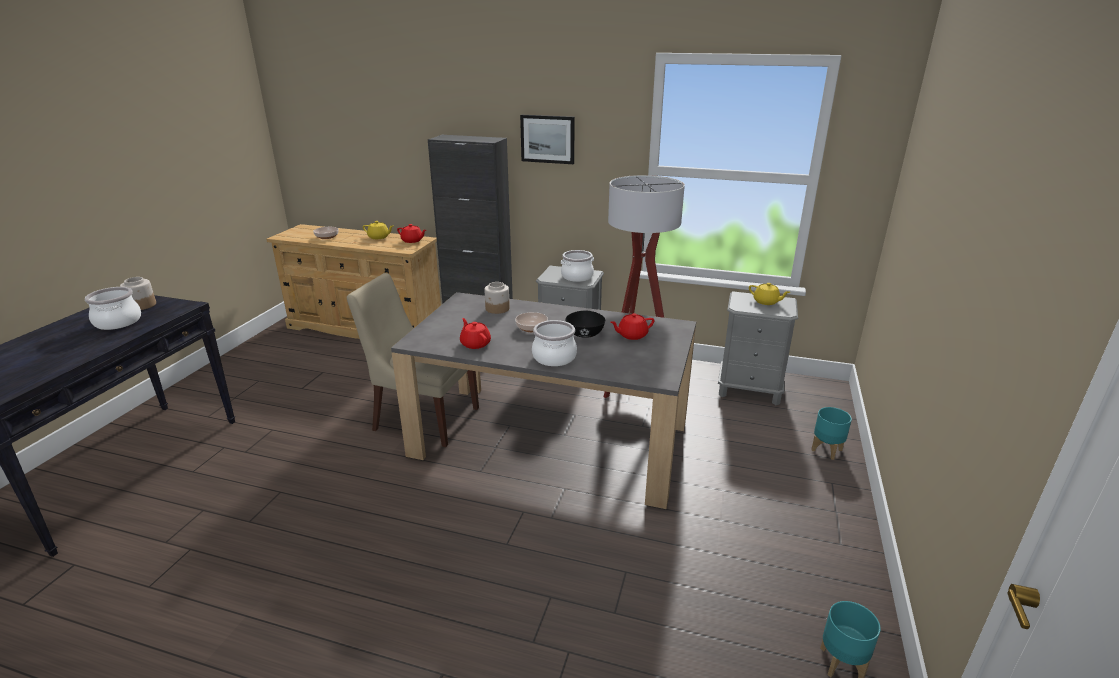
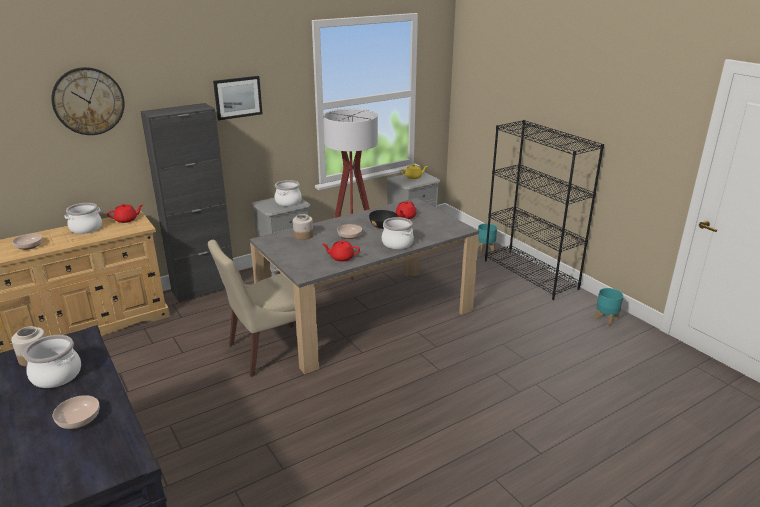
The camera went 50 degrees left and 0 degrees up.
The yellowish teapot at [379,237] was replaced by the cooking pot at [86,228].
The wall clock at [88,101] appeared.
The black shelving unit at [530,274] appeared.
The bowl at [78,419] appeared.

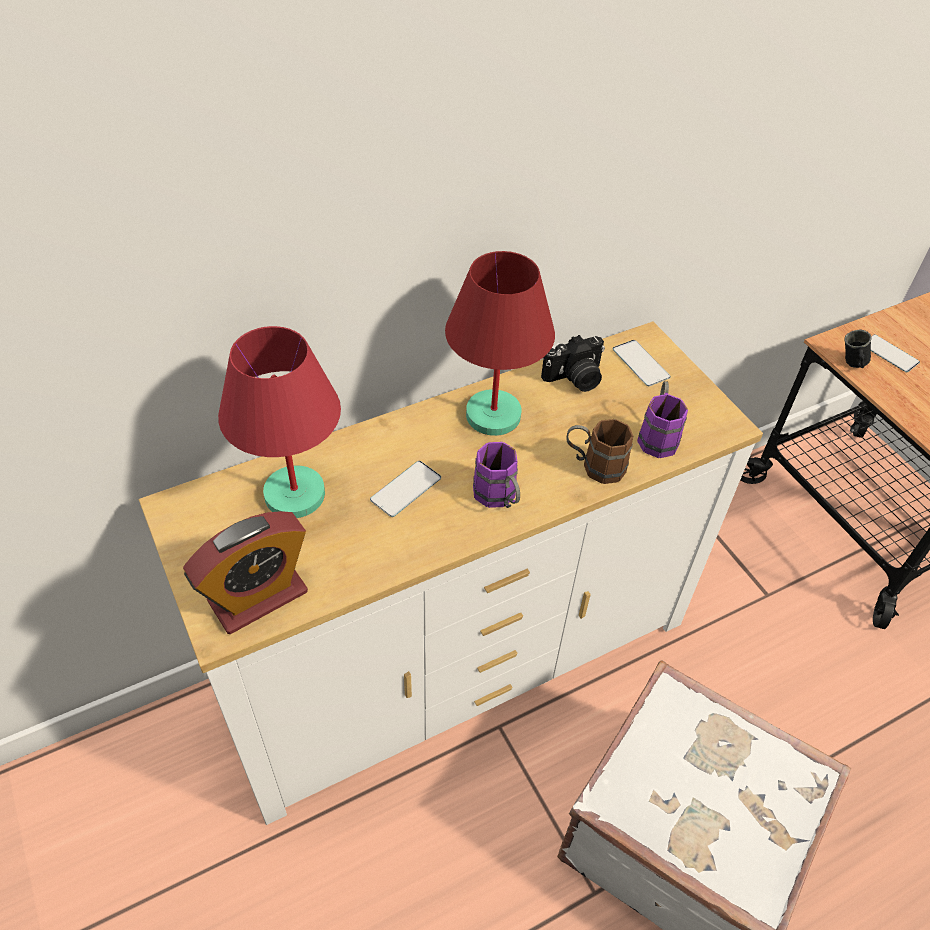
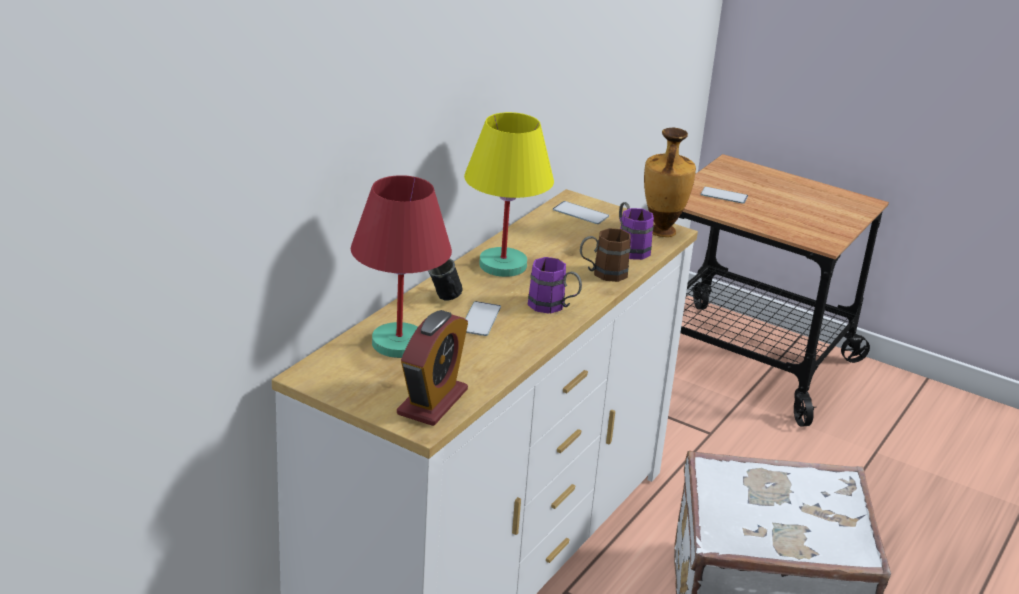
The camera went 30 degrees left and 20 degrees down.
The red lamp for a table at [494,416] became the yellowish lamp for a table at [504,265].
The black coffee mug moved from [852,365] to [446,299].
The still camera at [575,379] disappeared.
The vase at [661,232] appeared.

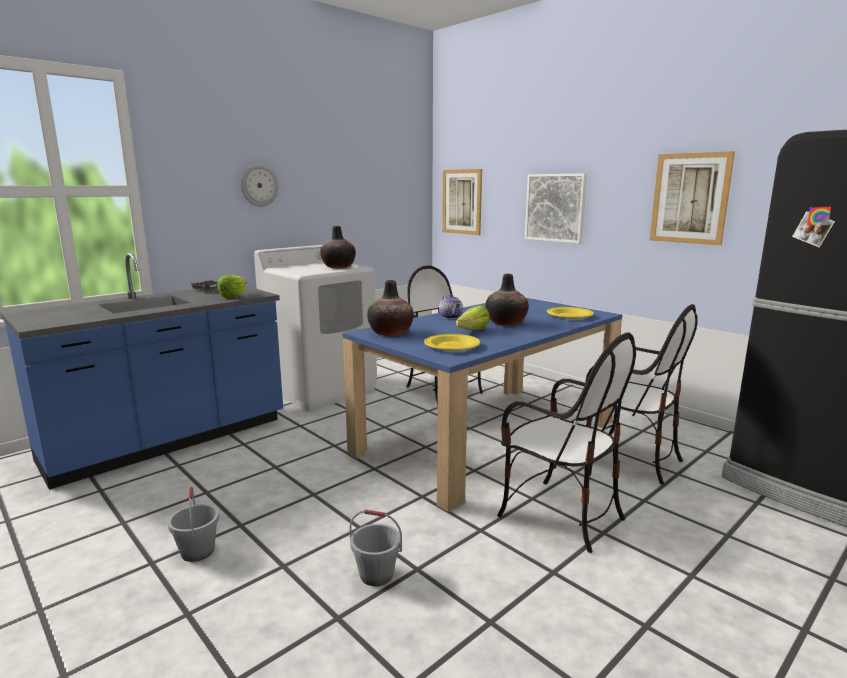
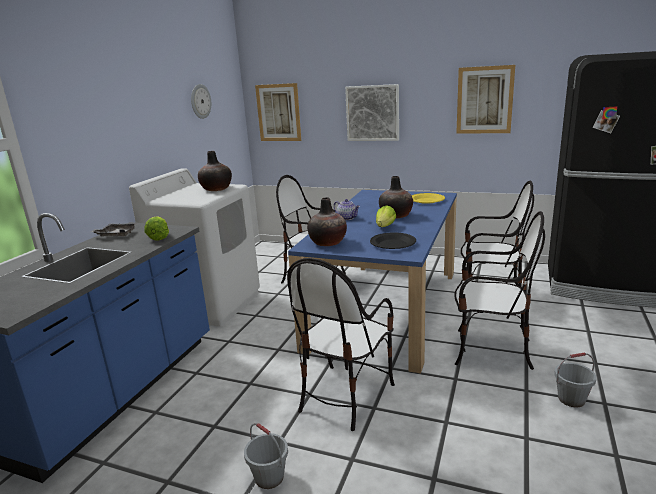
The camera went 25 degrees left and 5 degrees up.
The wall clock moved from [259,185] to [200,101].
The yellowish flat dish at [452,346] became the black flat dish at [393,244].
The gray bucket moved from [376,575] to [571,399].
The plain chair at [345,395] appeared.

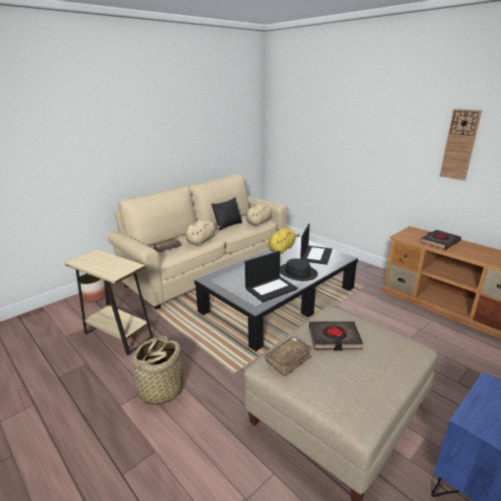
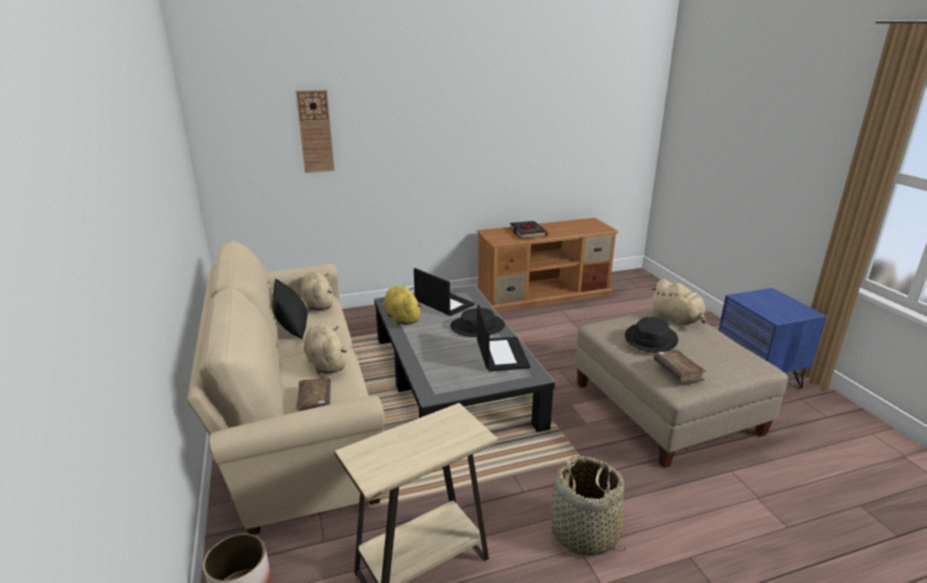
The camera went 65 degrees left and 0 degrees up.
The wall clock moved from [459,145] to [315,131].
The black book at [334,338] was replaced by the black hat at [651,339].
The sand-coloured cuddly toy at [677,318] appeared.

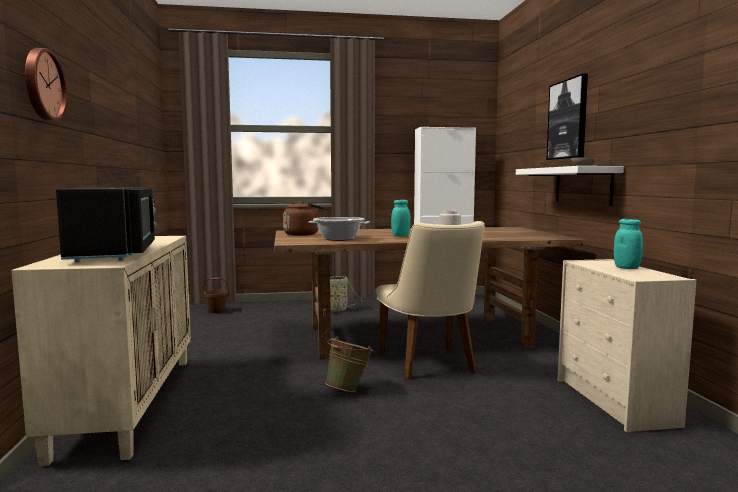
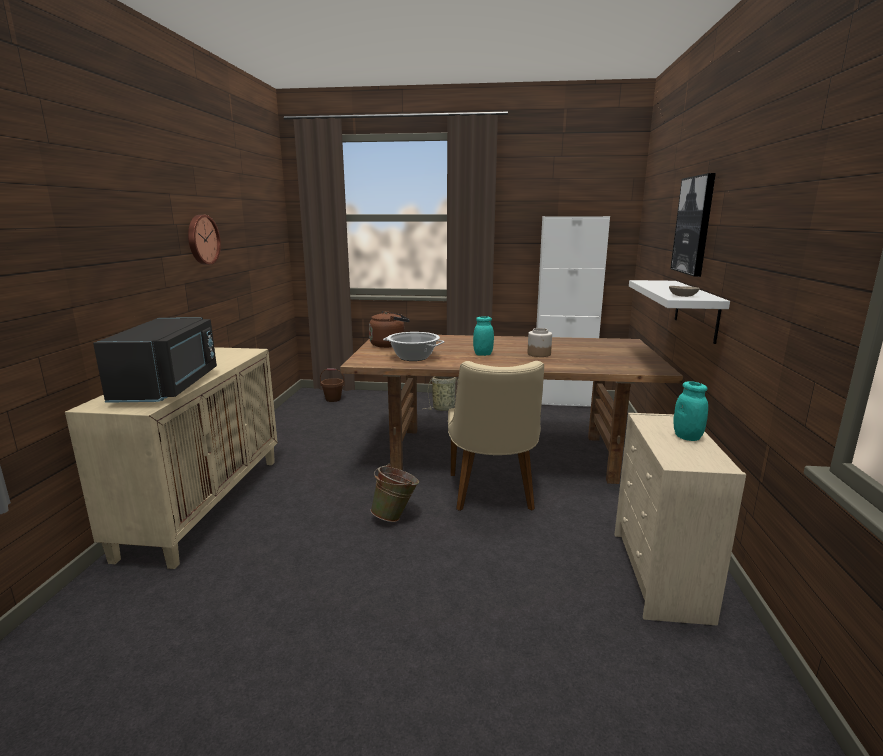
The camera went 15 degrees right and 10 degrees up.
The wall clock moved from [42,85] to [202,239].

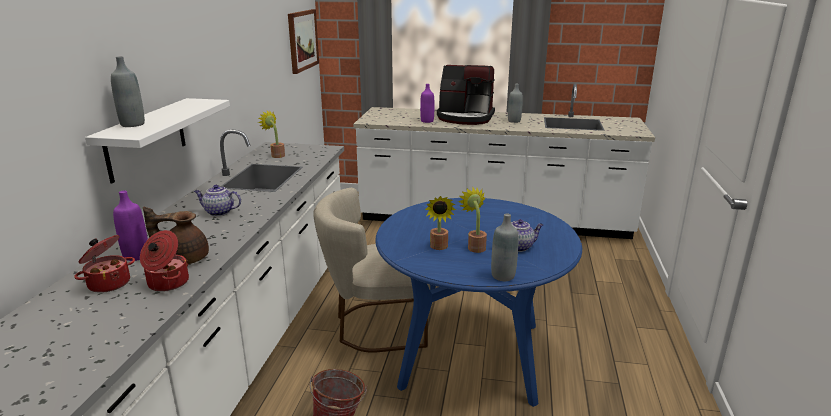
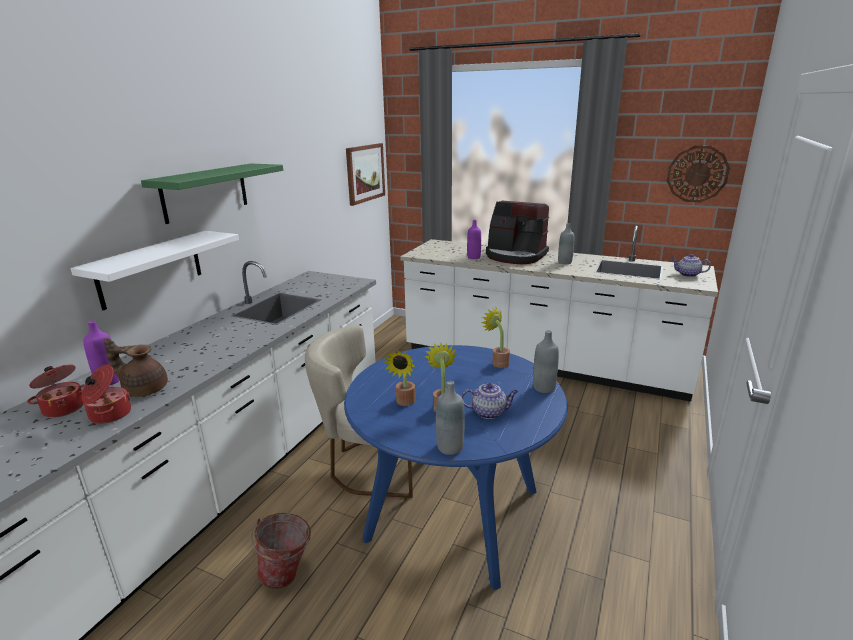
The camera went 15 degrees right and 0 degrees up.
The gray drink bottle moved from [132,124] to [544,388].
The houseplant moved from [276,155] to [498,362].
The teapot moved from [218,212] to [687,274].
The wall clock at [697,174] appeared.
The greenish bracket shelf at [205,192] appeared.

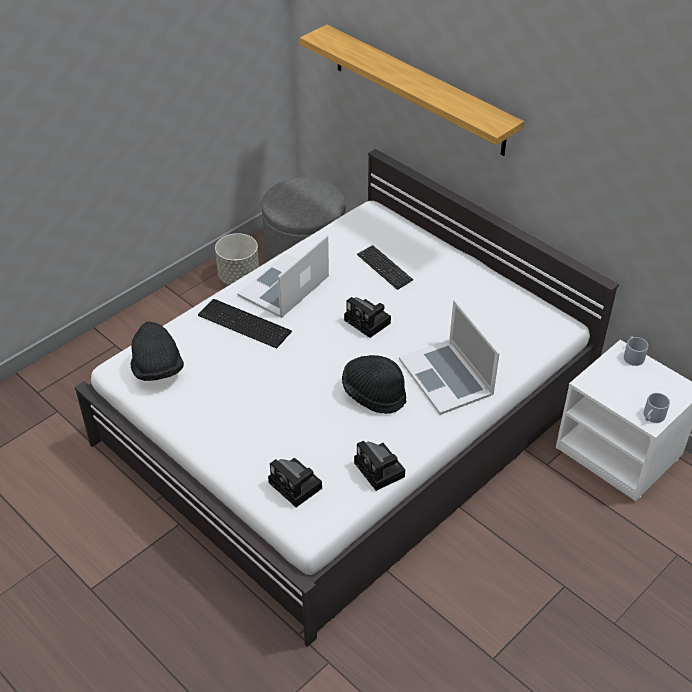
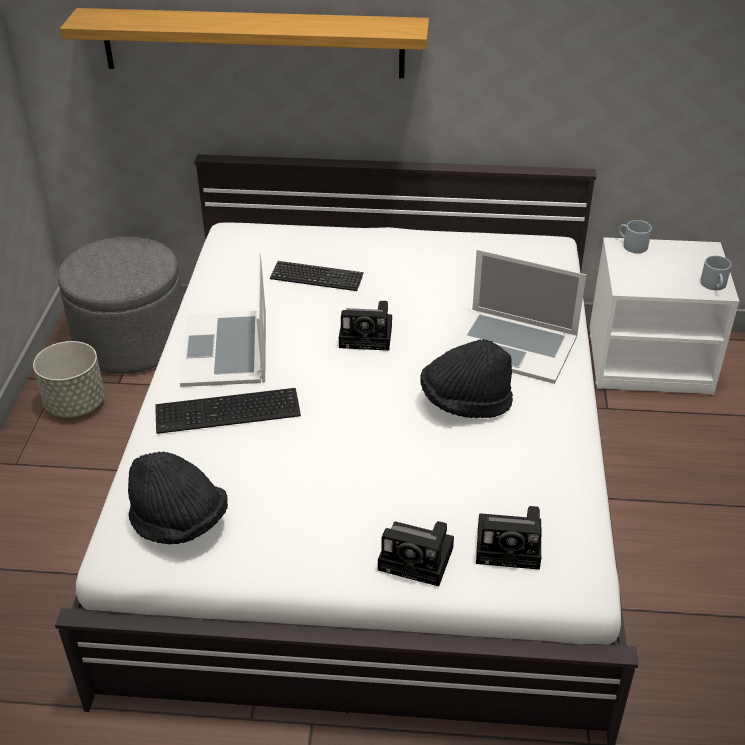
The camera went 40 degrees left and 5 degrees down.
The still camera moved from [381,471] to [419,559].

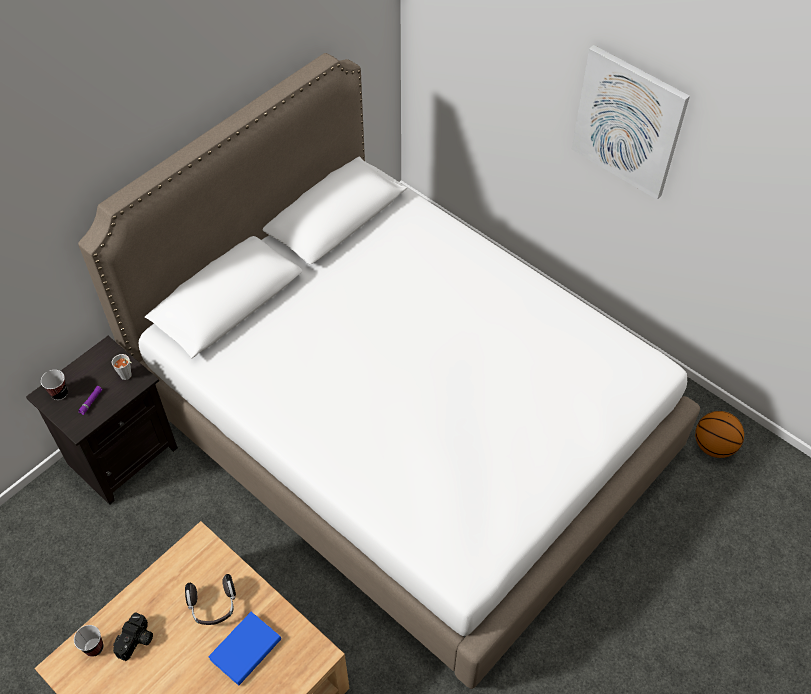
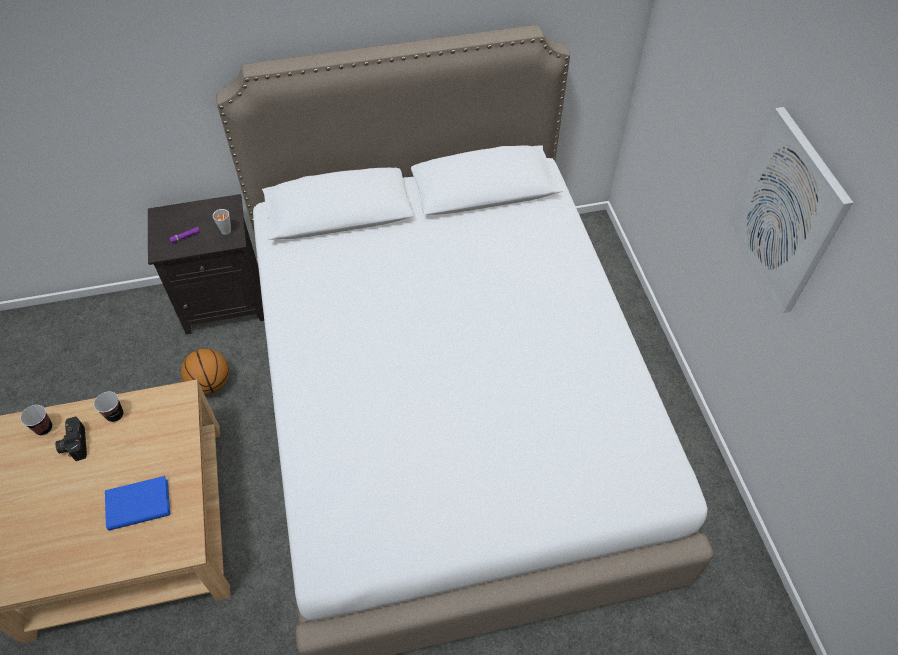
The camera went 35 degrees right and 0 degrees up.
The cup moved from [59,393] to [115,415].
The ball for basketball moved from [713,446] to [210,383].
The headphones at [213,606] disappeared.
The still camera at [137,642] turned 105 degrees clockwise.

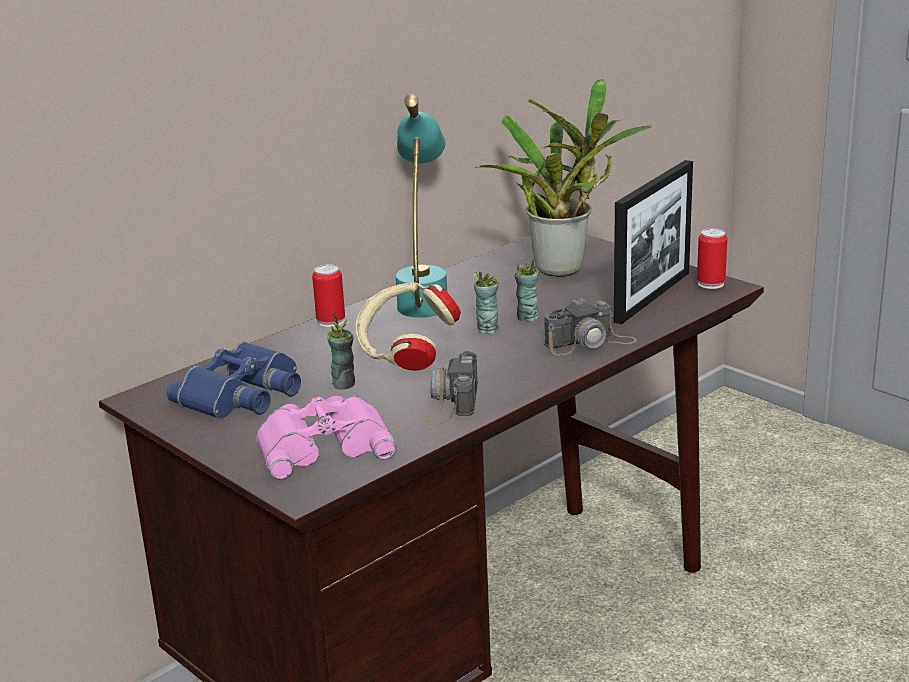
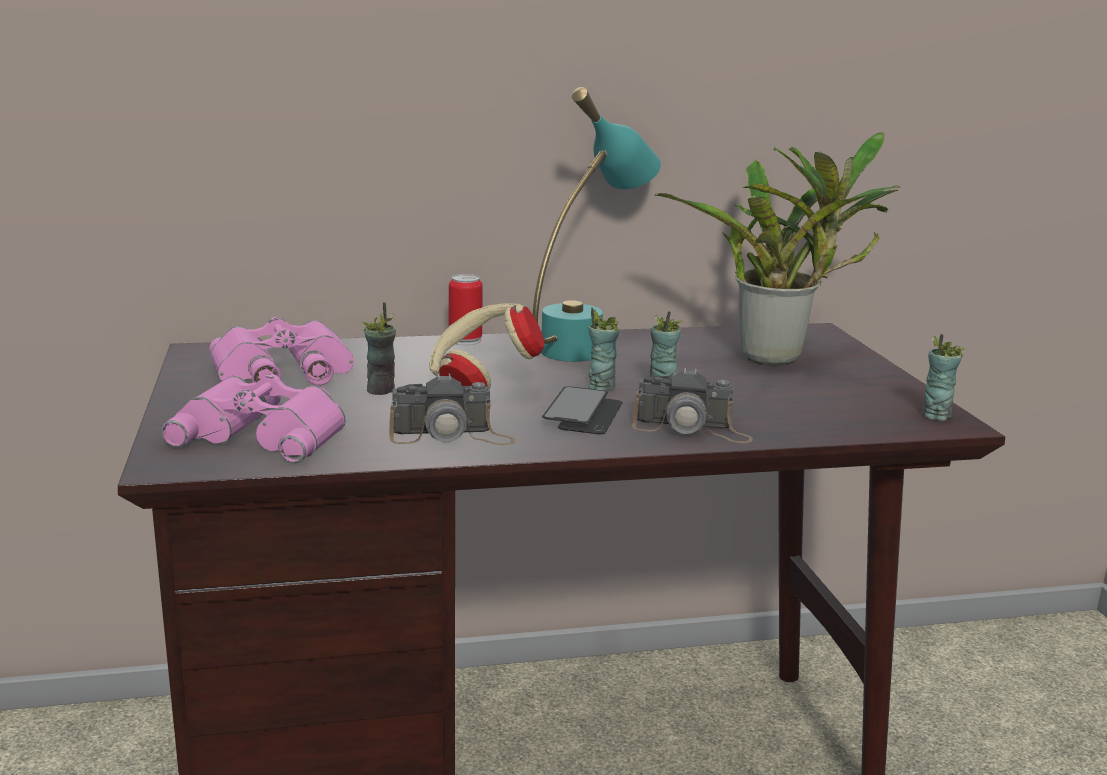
The camera went 30 degrees right and 5 degrees down.
The standing frame at [652,297] disappeared.
The sealed can at [710,283] was replaced by the cup at [935,415].
The bluish binoculars at [243,394] became the pink binoculars at [283,372].
The still camera at [452,401] turned 135 degrees counterclockwise.
The handset at [583,414] appeared.

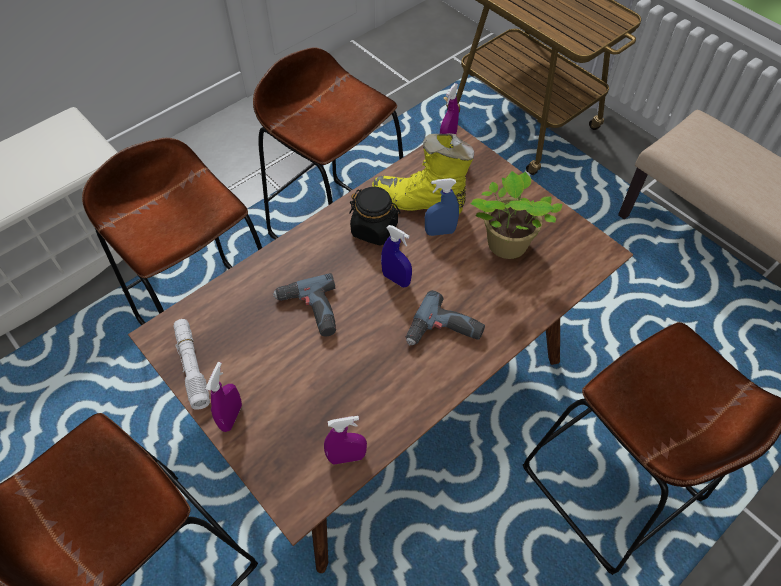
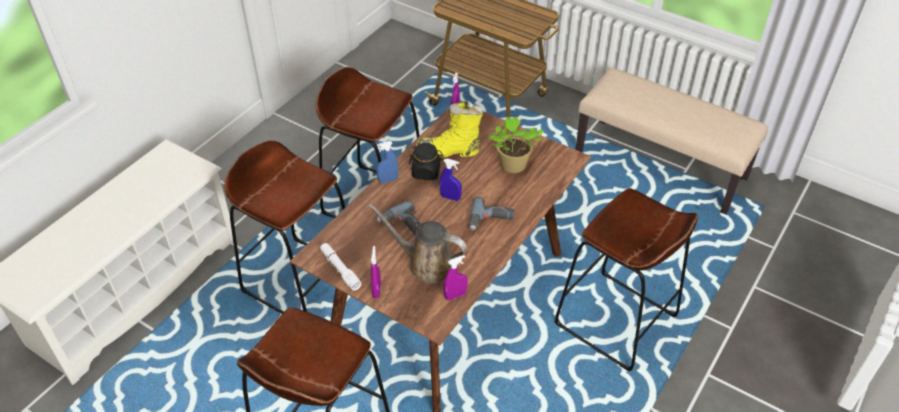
The camera went 15 degrees left and 10 degrees down.
The bluish hand sprayer moved from [440,232] to [388,180].
The brownish watering pot at [426,263] appeared.

